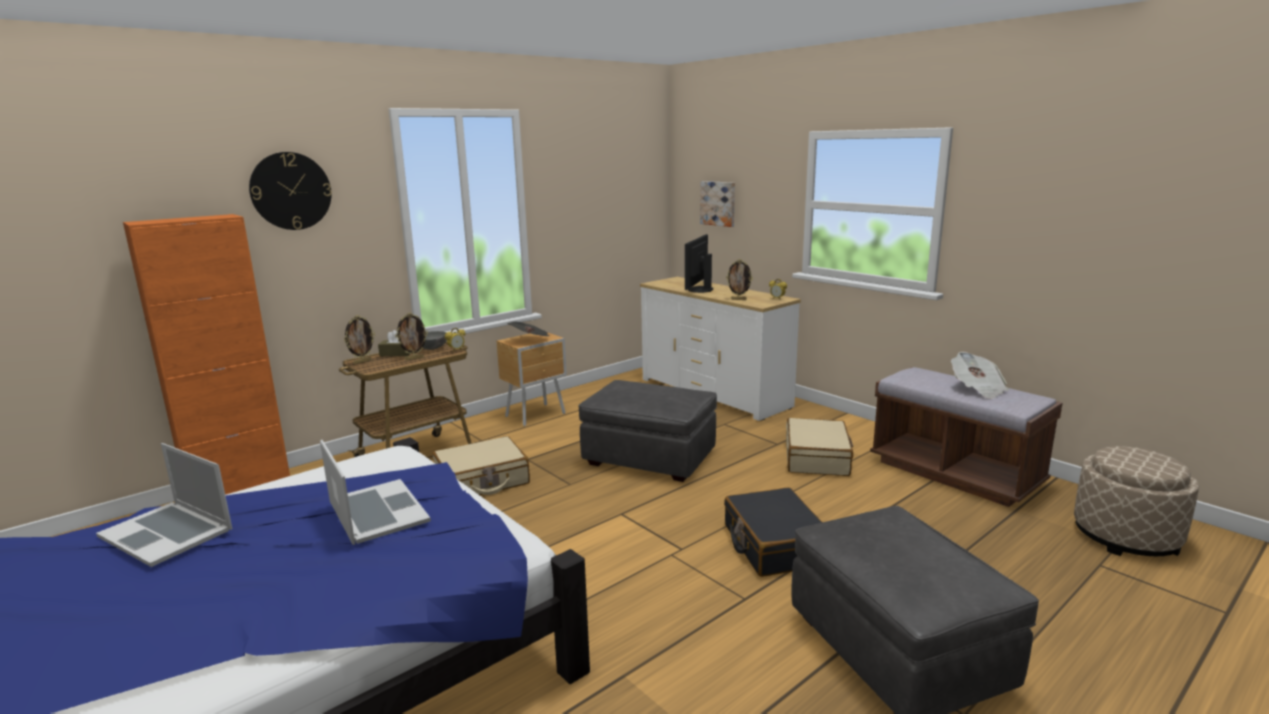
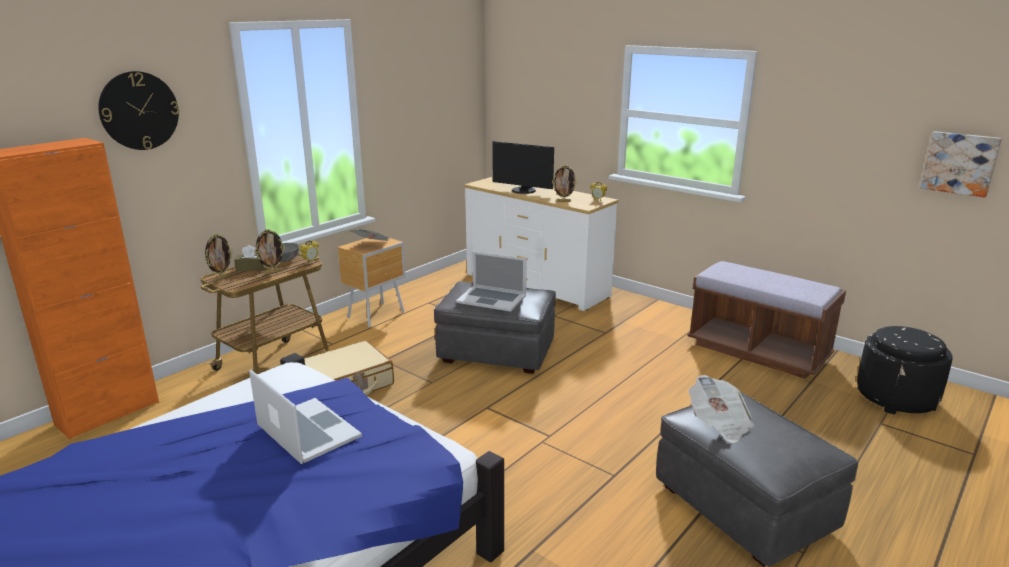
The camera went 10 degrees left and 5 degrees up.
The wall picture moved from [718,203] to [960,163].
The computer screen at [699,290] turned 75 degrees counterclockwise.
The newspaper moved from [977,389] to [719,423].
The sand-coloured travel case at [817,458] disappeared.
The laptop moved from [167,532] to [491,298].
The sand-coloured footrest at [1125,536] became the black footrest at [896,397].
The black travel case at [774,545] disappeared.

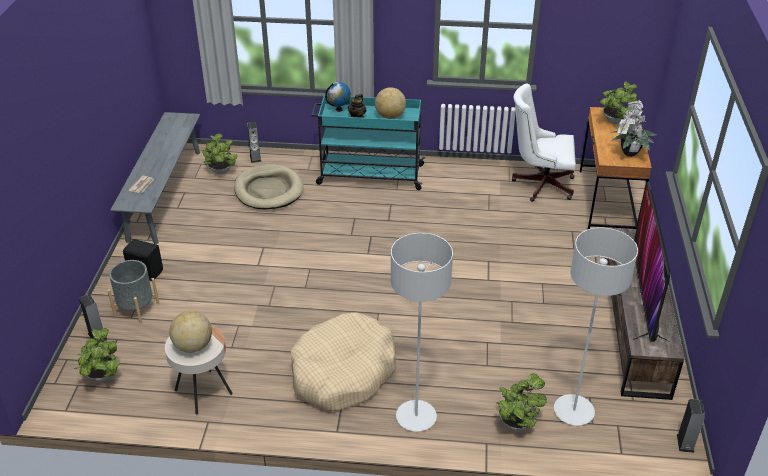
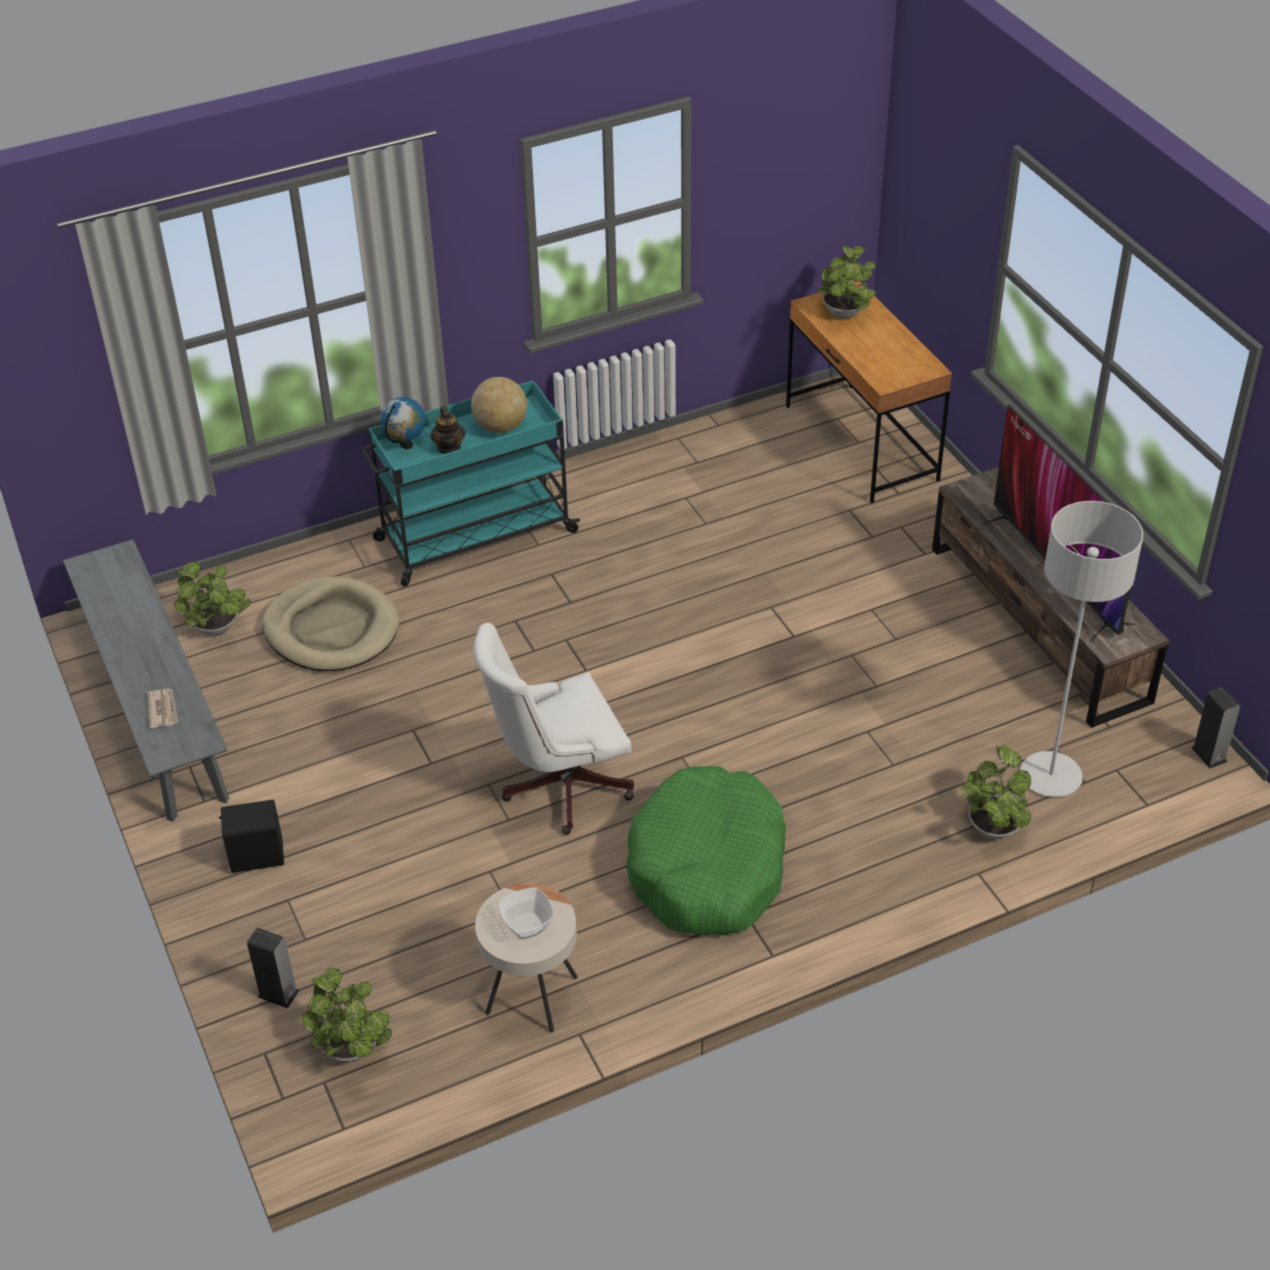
The camera went 30 degrees left and 5 degrees up.
The whitish computer chair moved from [539,184] to [558,786].
The houseplant at [628,154] disappeared.
The loudspeaker at [255,158] disappeared.
The gray standing lamp at [416,417] disappeared.
The gray flower pot at [136,309] disappeared.
The desk globe at [193,346] was replaced by the bowl at [527,926].
The sand-coloured pet bed at [343,372] became the greenish pet bed at [708,868].

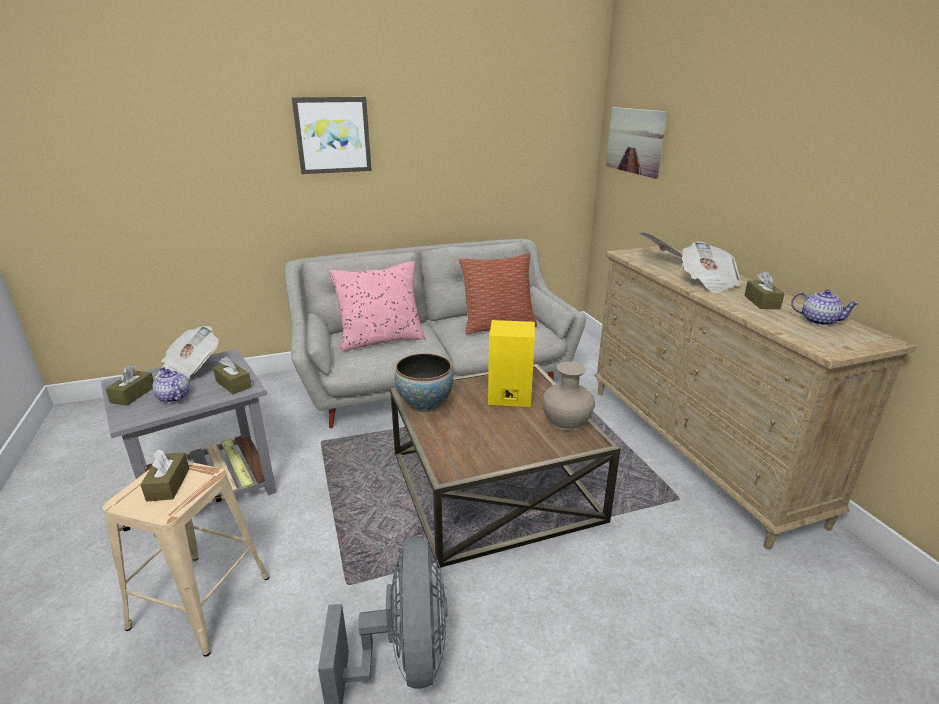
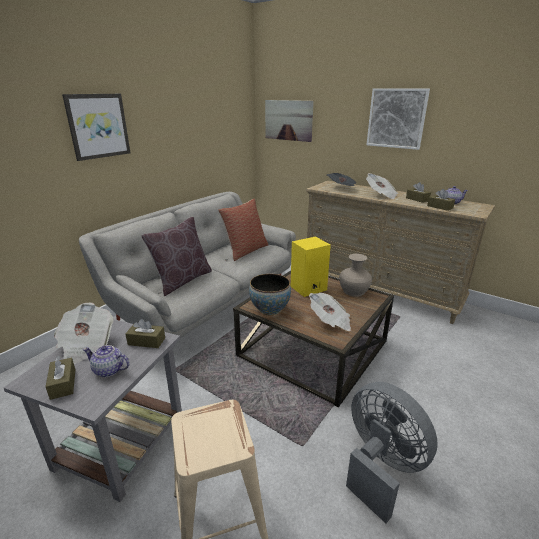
The camera went 35 degrees left and 0 degrees up.
The pink cushion at [381,340] became the brownish cushion at [182,280].
The brownish tissue box moved from [168,484] to [440,207].
The wall picture at [396,118] appeared.
The newspaper at [330,321] appeared.

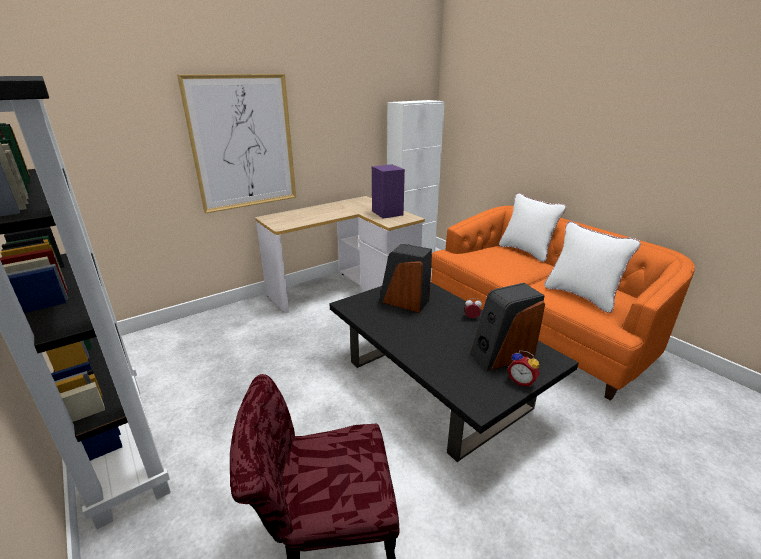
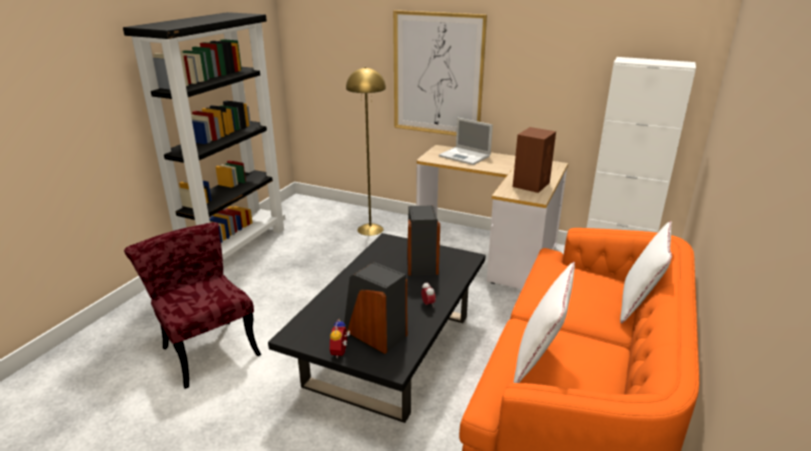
The camera went 60 degrees right and 0 degrees up.
The purple loudspeaker at [387,213] became the brownish loudspeaker at [531,184].
The yellowish standing lamp at [370,229] appeared.
The laptop at [465,156] appeared.

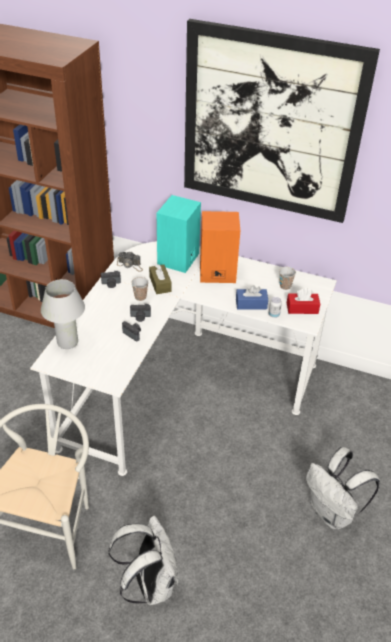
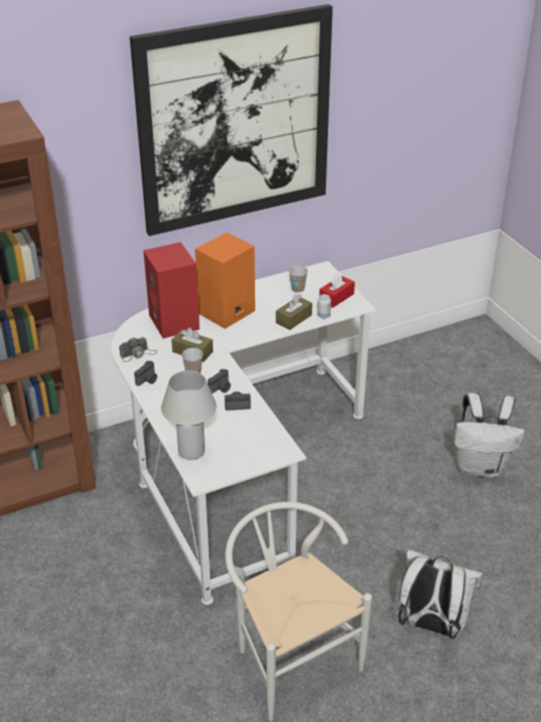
The camera went 45 degrees left and 5 degrees down.
The blue-green loudspeaker at [178,260] became the red loudspeaker at [175,322].
The bluish tissue box at [251,304] became the brownish tissue box at [293,319].

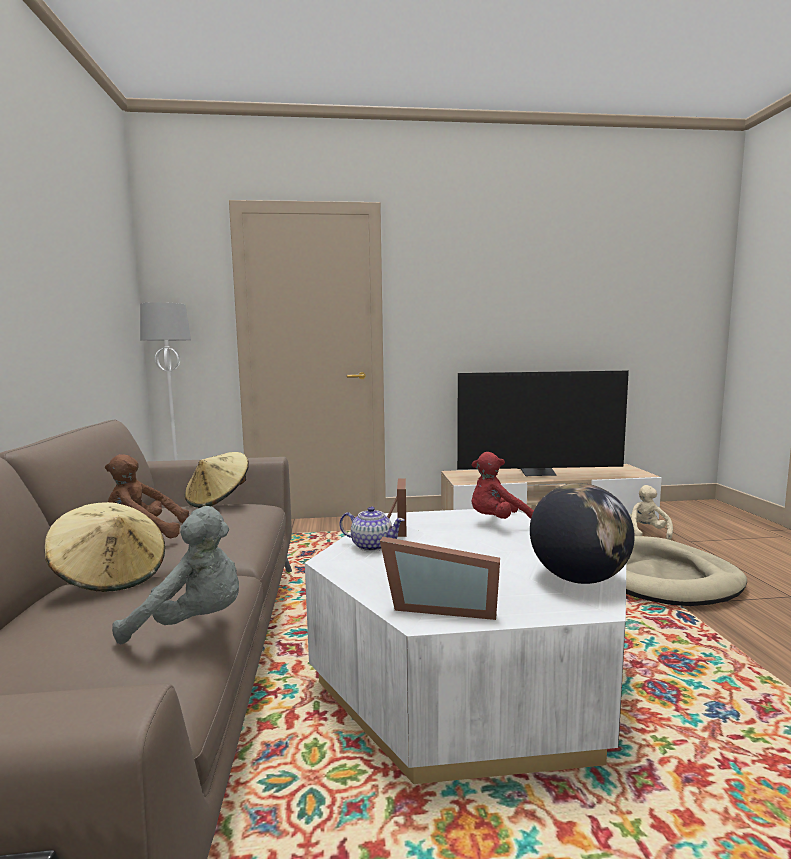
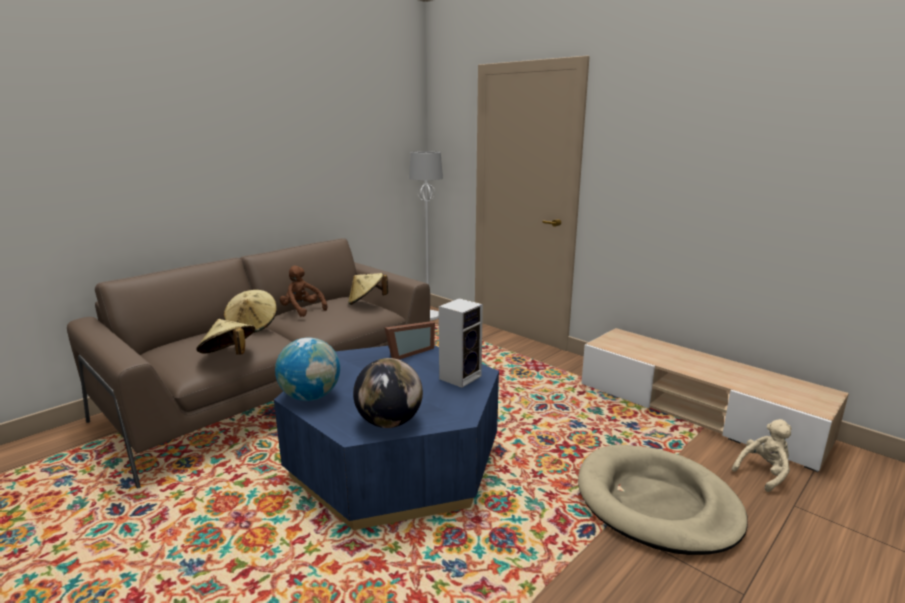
The camera went 50 degrees right and 10 degrees up.
The TV set at [538,473] disappeared.
The red cuddly toy at [499,522] was replaced by the loudspeaker at [460,377].
The gray cuddly toy at [193,624] was replaced by the sand-coloured hat at [229,356].
The teapot at [371,546] disappeared.
The whitish low table at [469,672] became the bluish low table at [395,460].
The standing frame at [440,606] was replaced by the desk globe at [310,397].

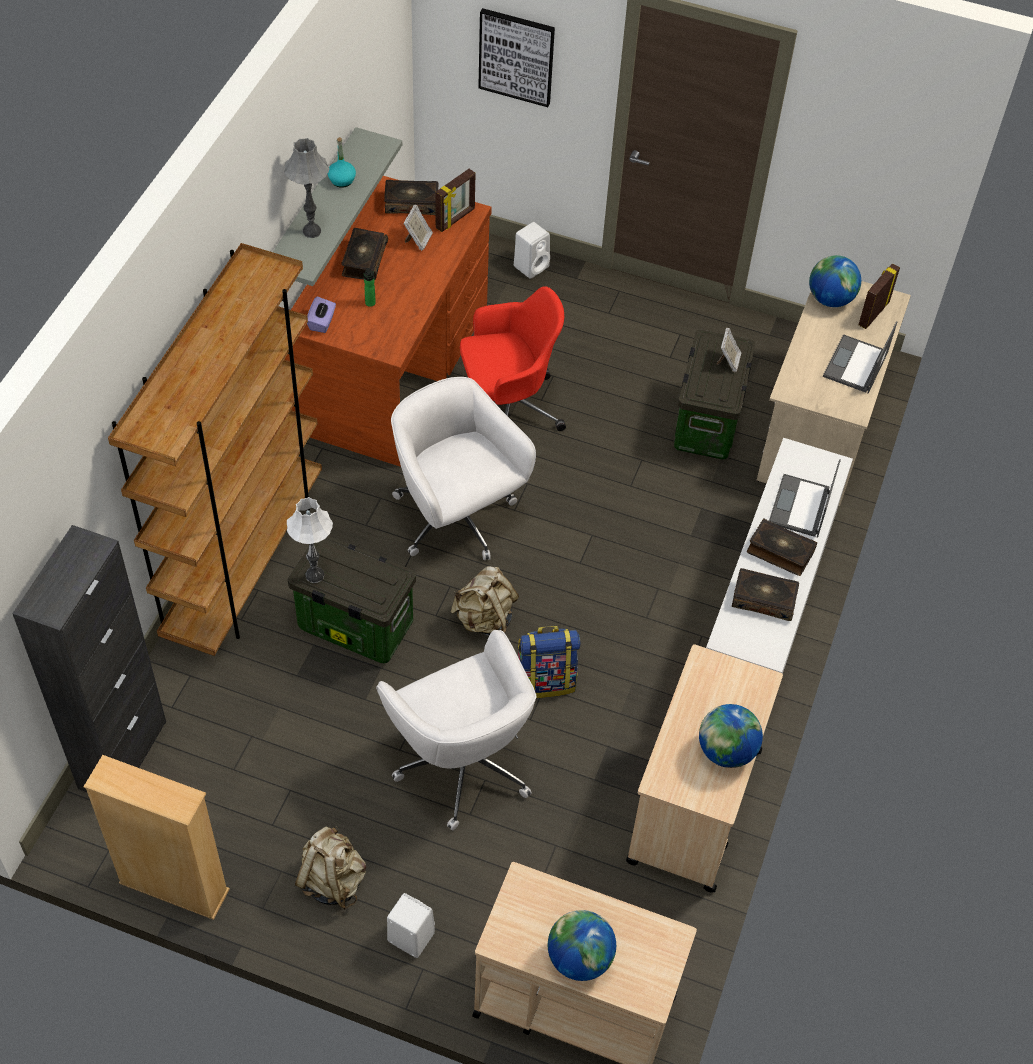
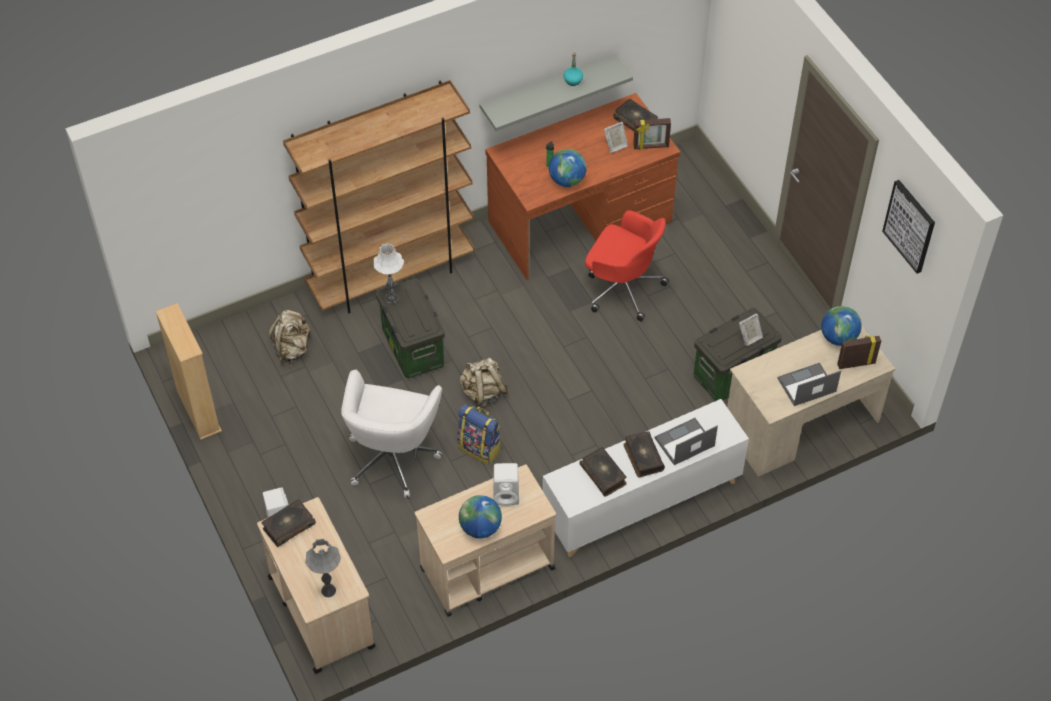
The camera went 45 degrees right and 0 degrees up.
The wall picture moved from [516,56] to [910,226].
The gray lamp for a table moved from [311,231] to [328,591].
The whitish loudspeaker moved from [531,266] to [507,495].
The book moved from [363,260] to [288,526].
The purple tissue box at [322,322] disappeared.
The whitish computer chair at [456,519] disappeared.
The black cupboard at [122,755] disappeared.
The sand-coloured backpack moved from [332,880] to [292,349].
The desk globe moved from [579,958] to [567,180].

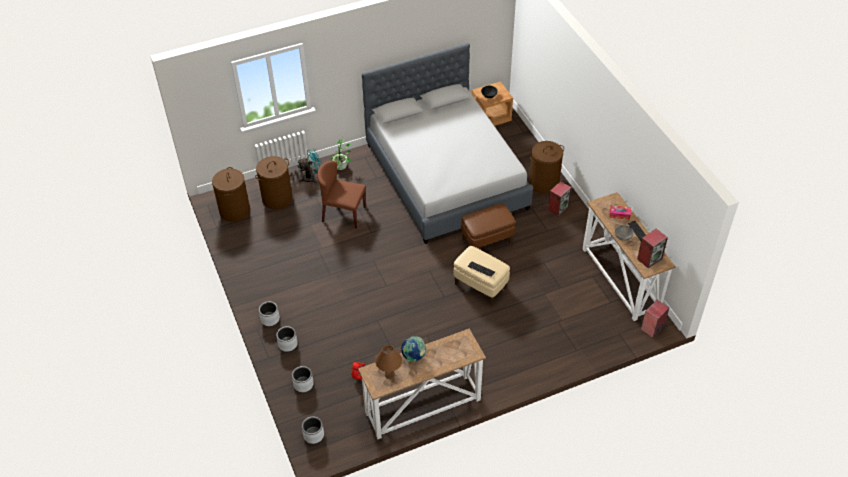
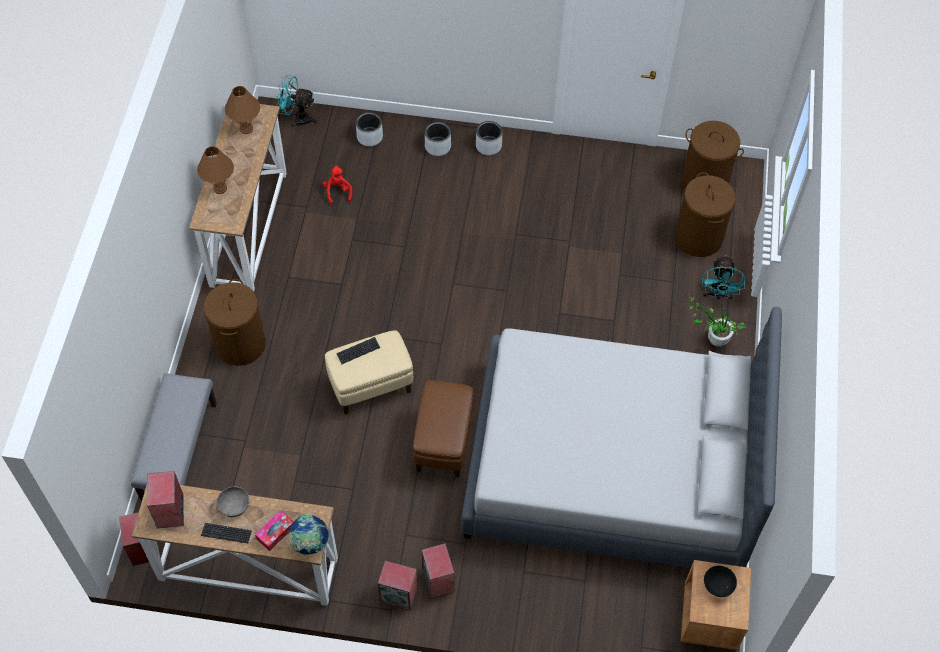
The camera went 120 degrees right and 10 degrees up.
The brownish washing basket moved from [544,183] to [240,344].
The brownish plain chair at [343,214] disappeared.
The desk globe moved from [414,356] to [310,543].
The gray flower pot at [313,435] was replaced by the blue-green cooling fan at [297,118].
The brownish lamp for a table at [220,188] appeared.
The gray bench at [179,452] appeared.
The loudspeaker at [399,594] appeared.

